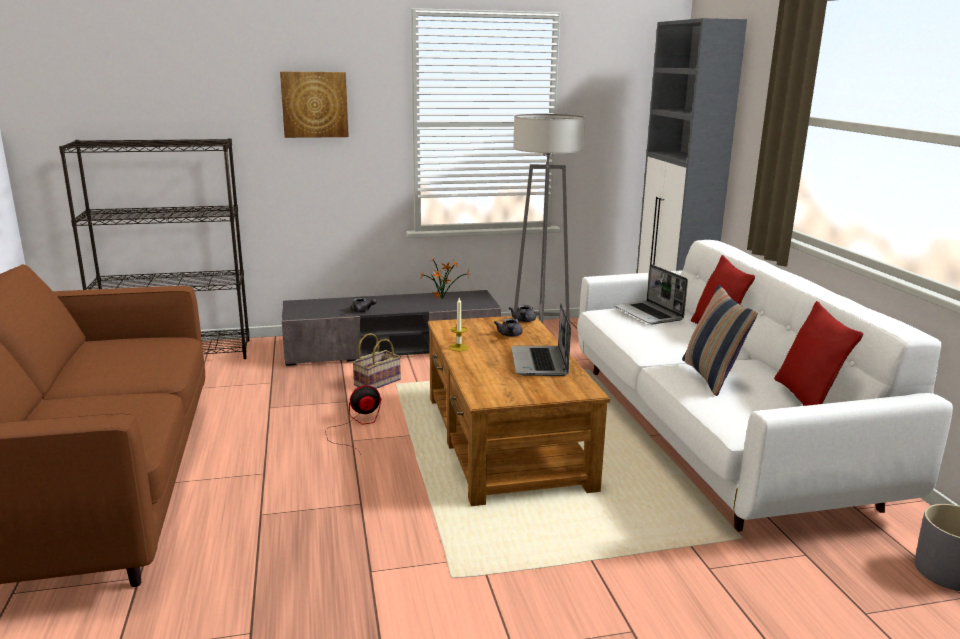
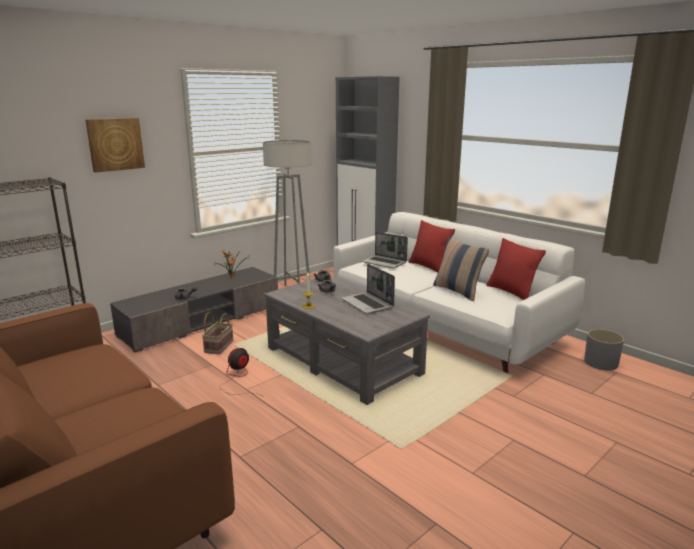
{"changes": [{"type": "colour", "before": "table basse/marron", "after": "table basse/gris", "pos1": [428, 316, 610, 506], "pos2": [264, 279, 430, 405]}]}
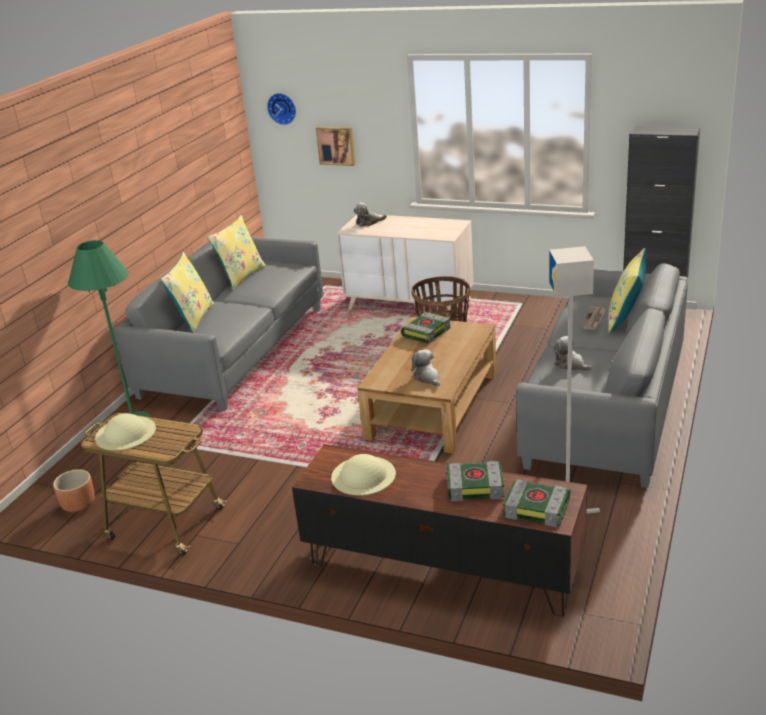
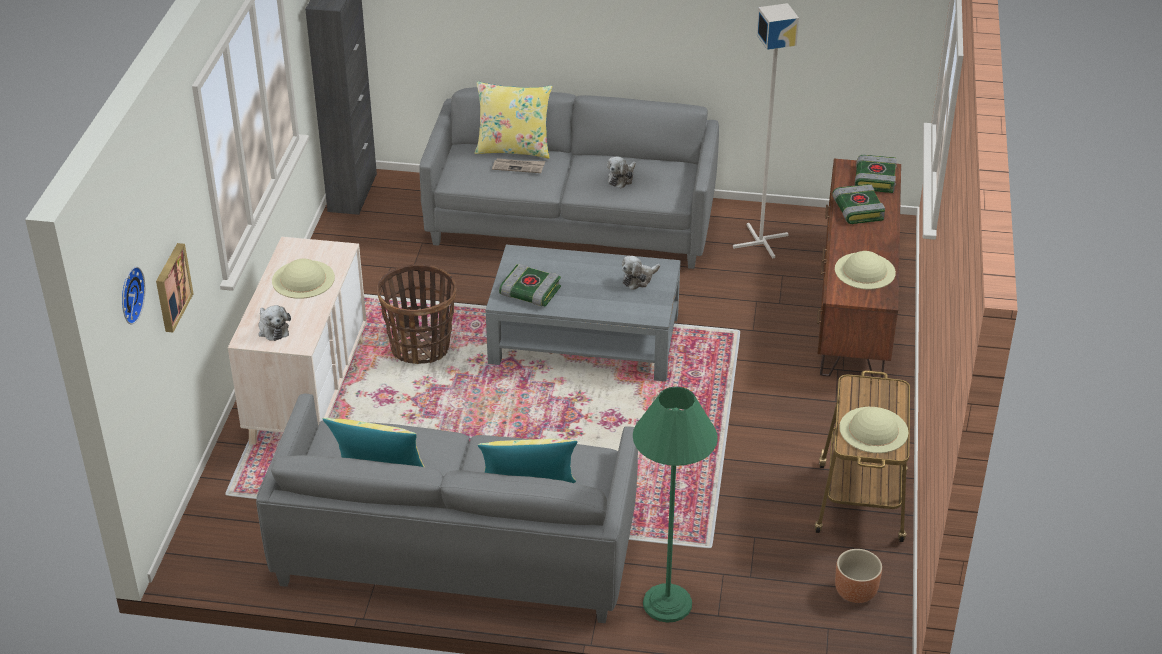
{"changes": [{"type": "appeared", "after": "chapeau/beige", "pos2": [272, 259, 335, 299]}, {"type": "colour", "before": "table basse/marron", "after": "table basse/gris", "pos1": [357, 317, 496, 454], "pos2": [486, 245, 681, 381]}]}
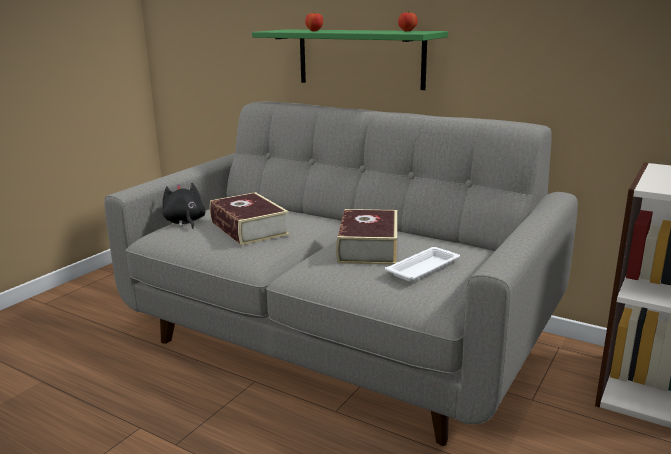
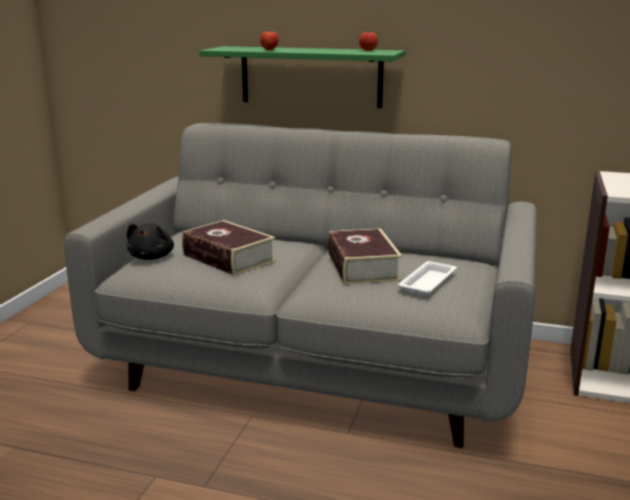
{"changes": [{"type": "spun", "before": "peluche/noir", "pos1": [162, 183, 206, 229], "pos2": [127, 223, 174, 260], "turn": -135}]}
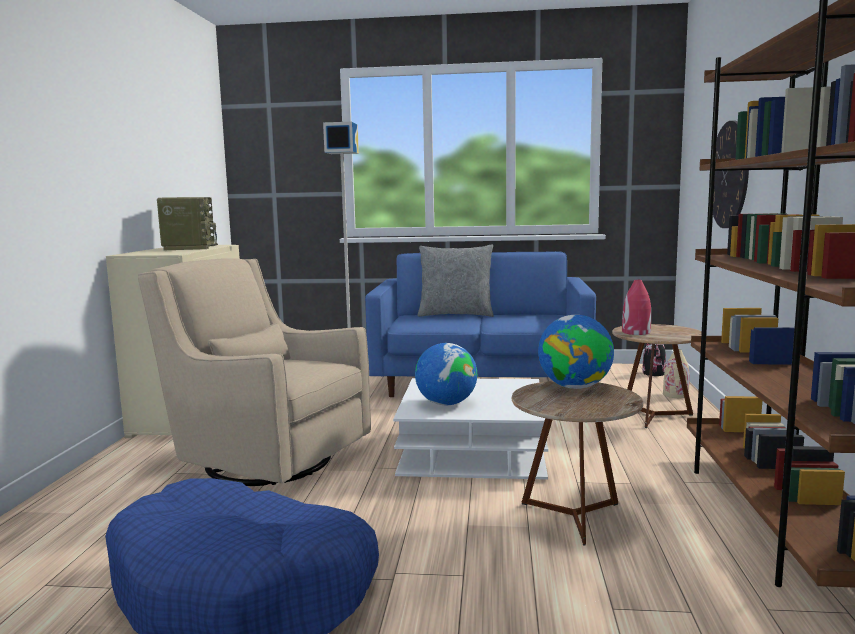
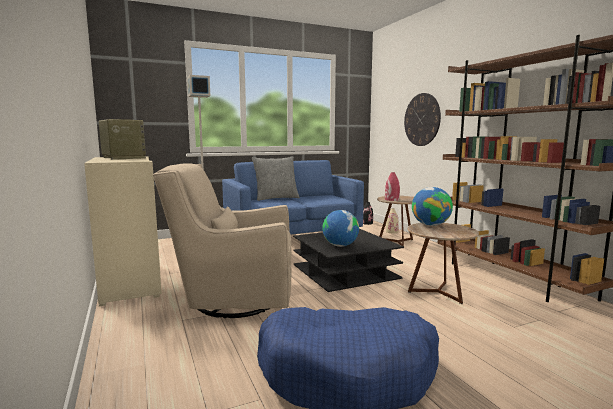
{"changes": [{"type": "colour", "before": "table basse/blanc", "after": "table basse/noir", "pos1": [393, 378, 548, 480], "pos2": [293, 229, 404, 292]}]}
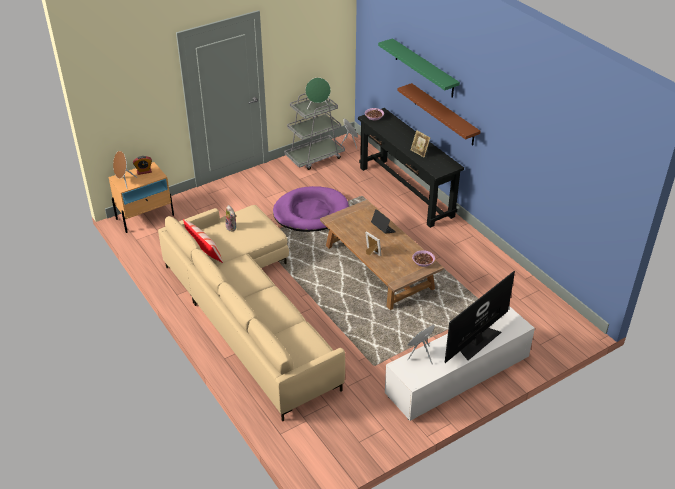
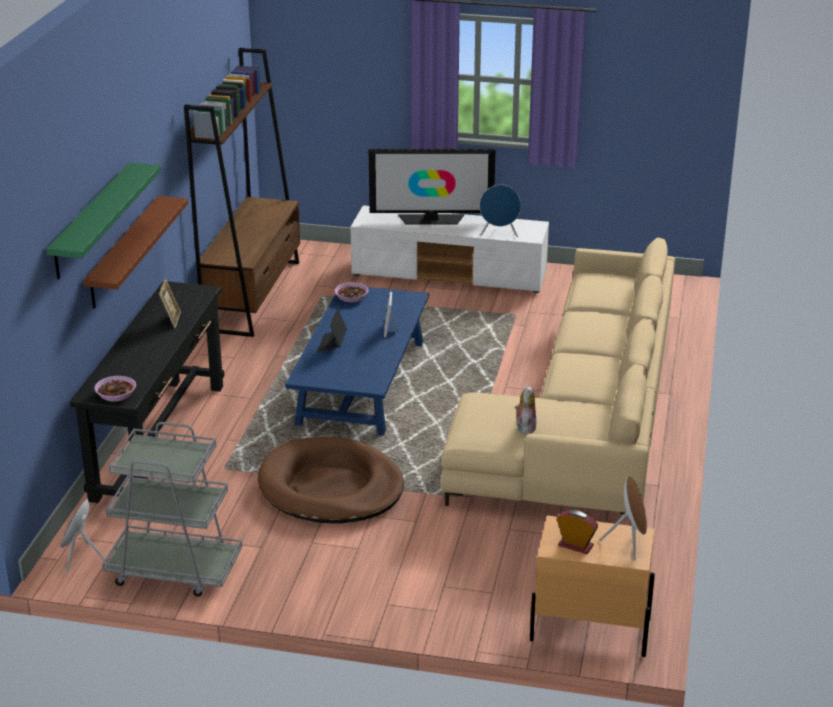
{"changes": [{"type": "appeared", "after": "bibliothèque/marron", "pos2": [184, 48, 300, 337]}, {"type": "colour", "before": "panier pour chien/violet", "after": "panier pour chien/marron", "pos1": [273, 186, 349, 232], "pos2": [258, 437, 404, 524]}, {"type": "colour", "before": "table basse/marron", "after": "table basse/bleu", "pos1": [320, 200, 444, 310], "pos2": [285, 287, 429, 436]}, {"type": "missing", "before": "coussin", "pos1": [183, 219, 223, 263]}, {"type": "missing", "before": "enceinte/vert", "pos1": [305, 78, 331, 109]}]}
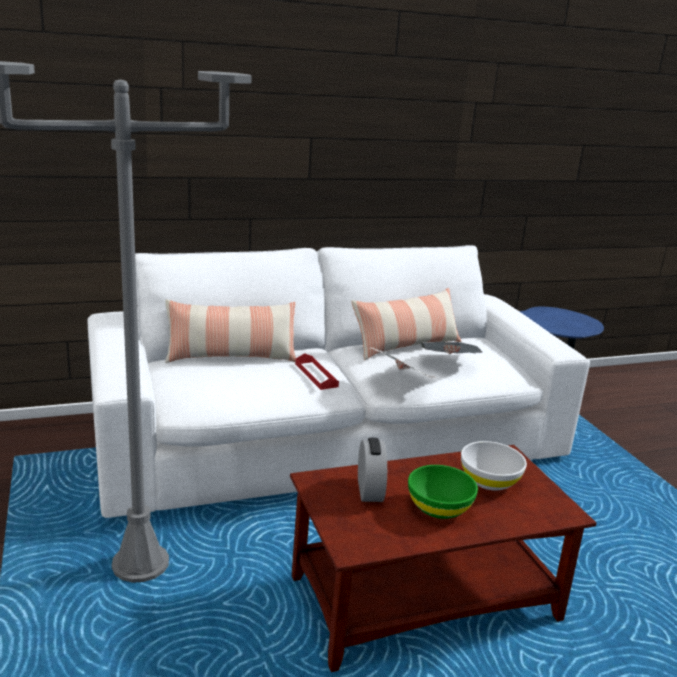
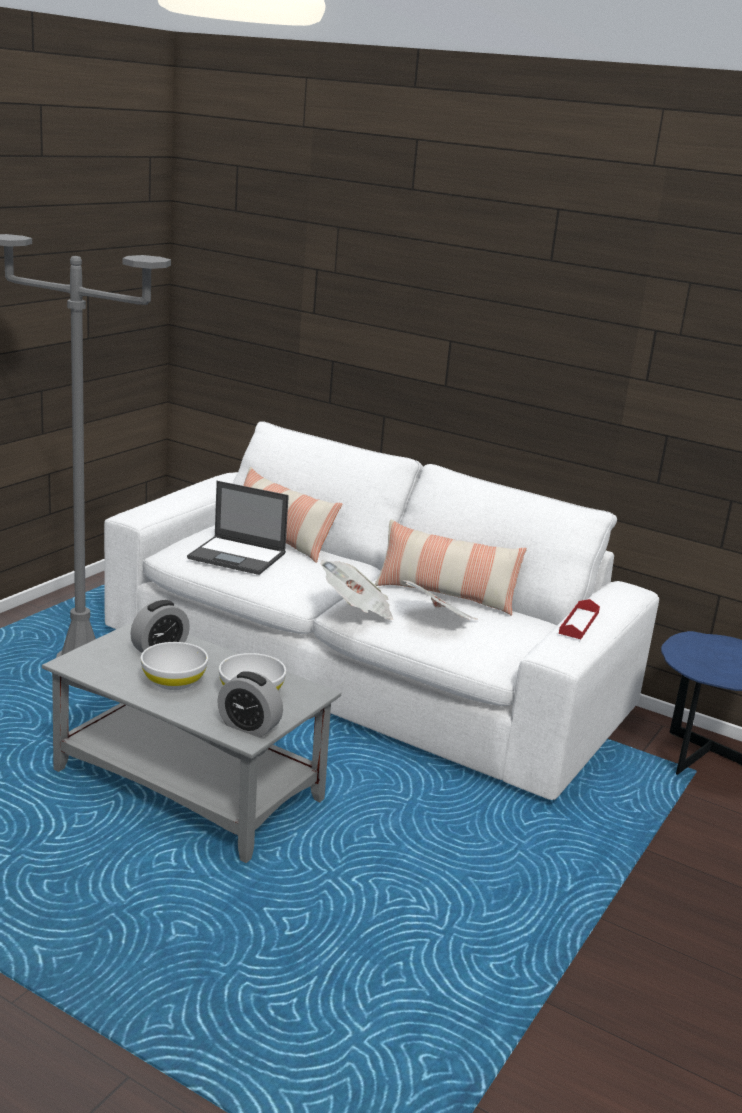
{"changes": [{"type": "colour", "before": "table basse/marron", "after": "table basse/gris", "pos1": [290, 445, 597, 672], "pos2": [42, 622, 341, 863]}, {"type": "colour", "before": "bol/vert", "after": "bol/blanc", "pos1": [408, 465, 478, 519], "pos2": [140, 642, 208, 690]}, {"type": "appeared", "after": "ordinateur portable", "pos2": [187, 481, 289, 575]}, {"type": "appeared", "after": "réveil", "pos2": [217, 671, 283, 738]}, {"type": "relocated", "before": "plateau/rouge", "pos1": [295, 353, 339, 390], "pos2": [559, 599, 600, 639]}]}
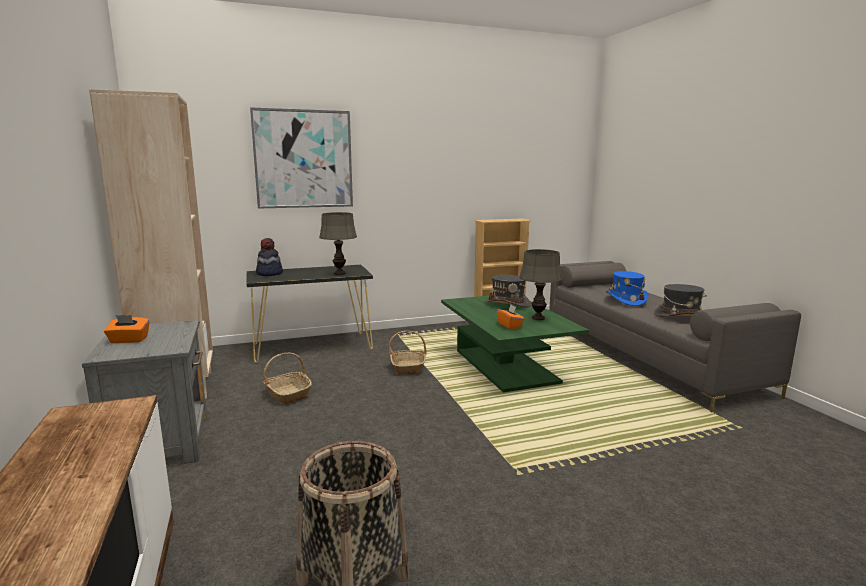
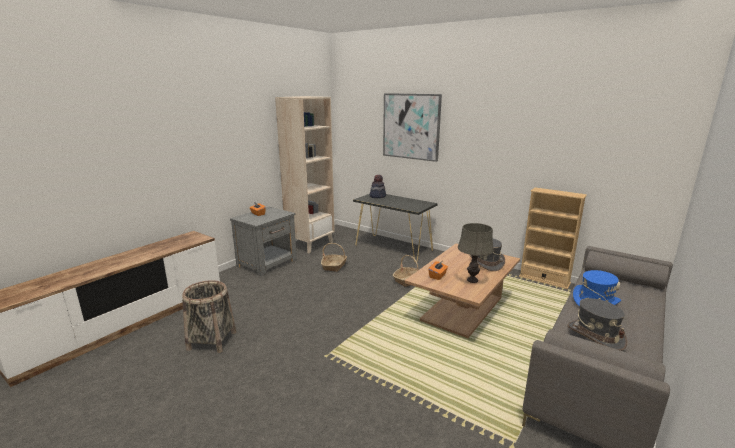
{"changes": [{"type": "colour", "before": "table basse/vert", "after": "table basse/marron", "pos1": [441, 296, 589, 392], "pos2": [405, 244, 520, 338]}, {"type": "missing", "before": "lampe de table/gris", "pos1": [319, 212, 357, 275]}]}
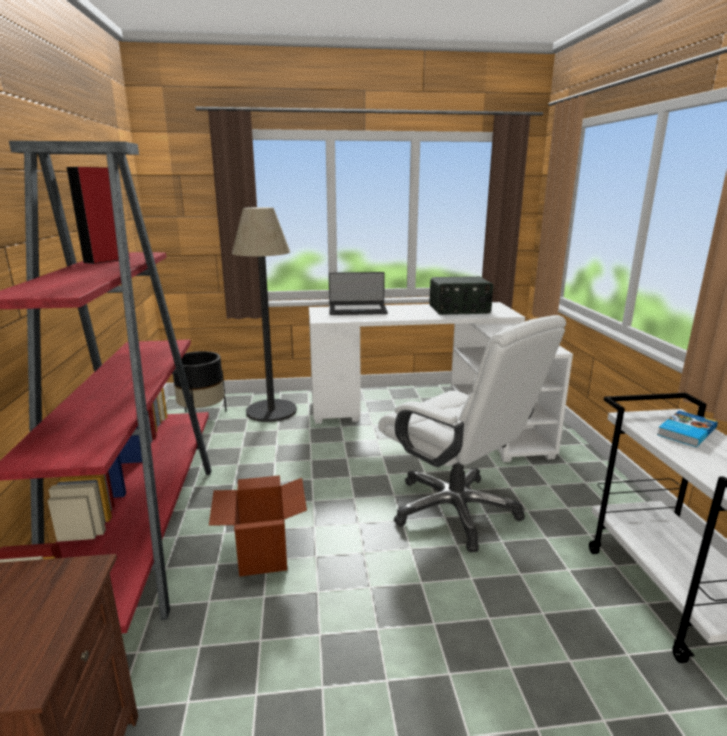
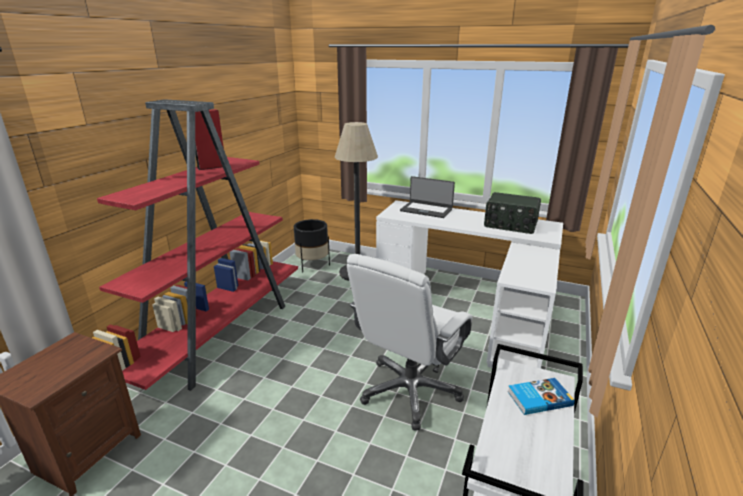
{"changes": [{"type": "spun", "before": "chaise de bureau/blanc", "pos1": [378, 315, 566, 552], "pos2": [347, 254, 473, 430], "turn": 45}, {"type": "missing", "before": "carton", "pos1": [209, 475, 307, 577]}]}
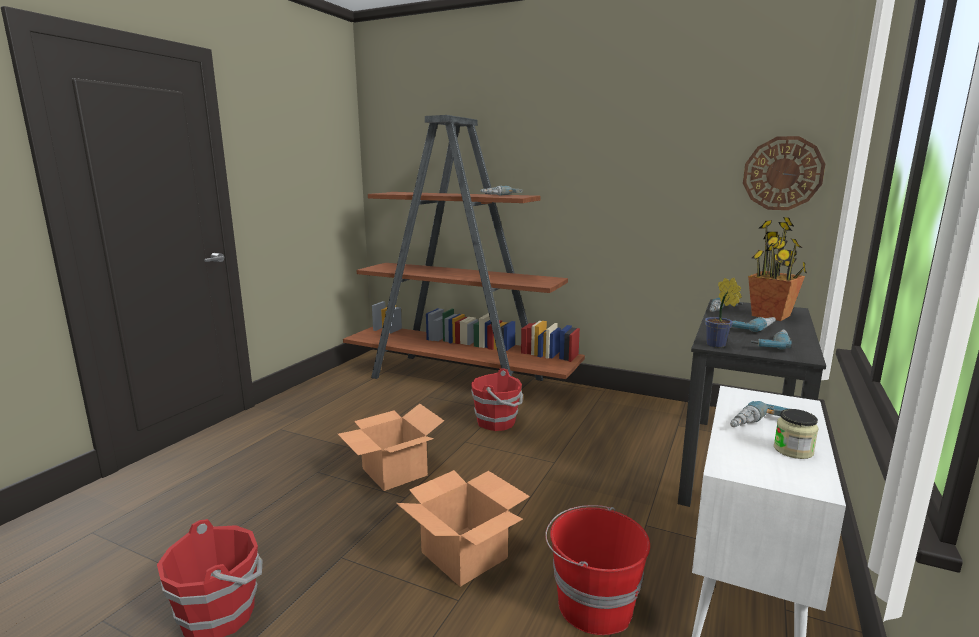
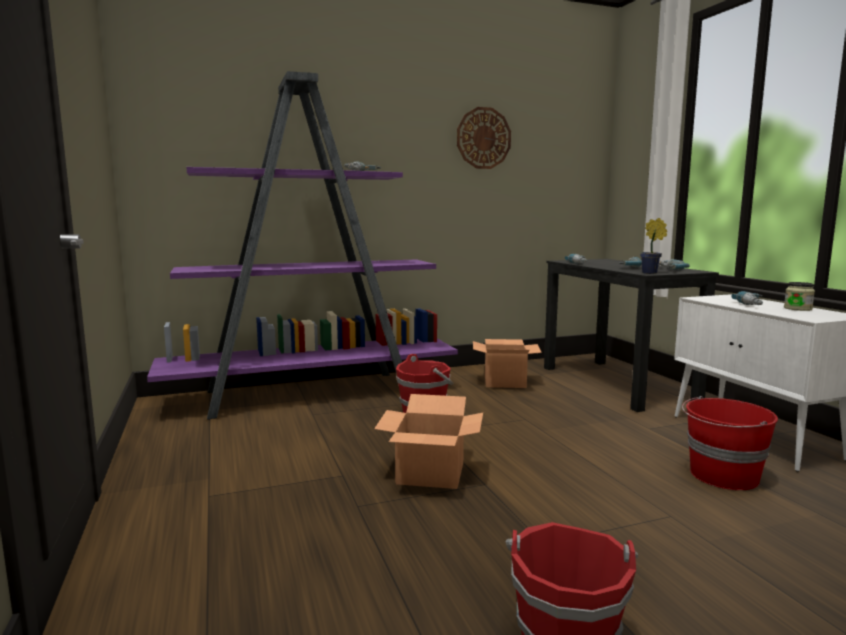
{"changes": [{"type": "colour", "before": "bibliothèque/marron", "after": "bibliothèque/violet", "pos1": [343, 115, 585, 381], "pos2": [147, 71, 458, 420]}, {"type": "relocated", "before": "horloge murale", "pos1": [743, 136, 825, 210], "pos2": [457, 107, 511, 169]}, {"type": "relocated", "before": "carton", "pos1": [396, 470, 530, 587], "pos2": [473, 339, 542, 388]}, {"type": "missing", "before": "plante en pot", "pos1": [748, 217, 807, 321]}]}
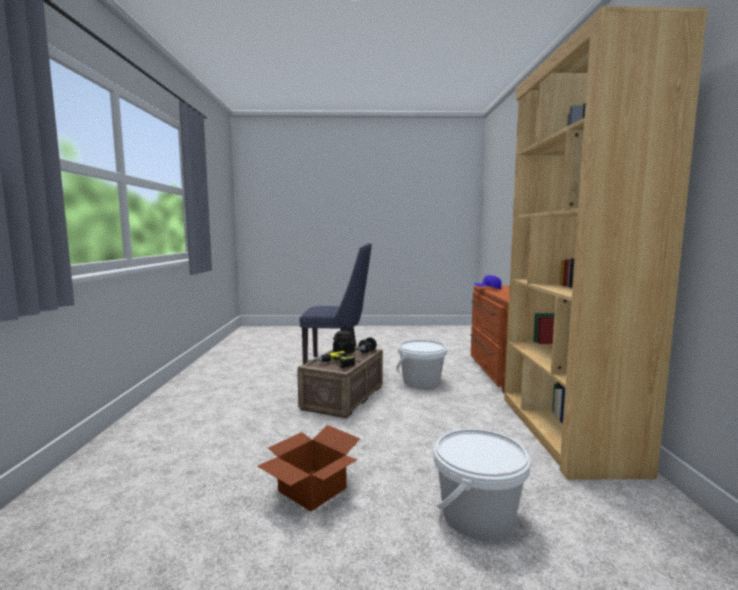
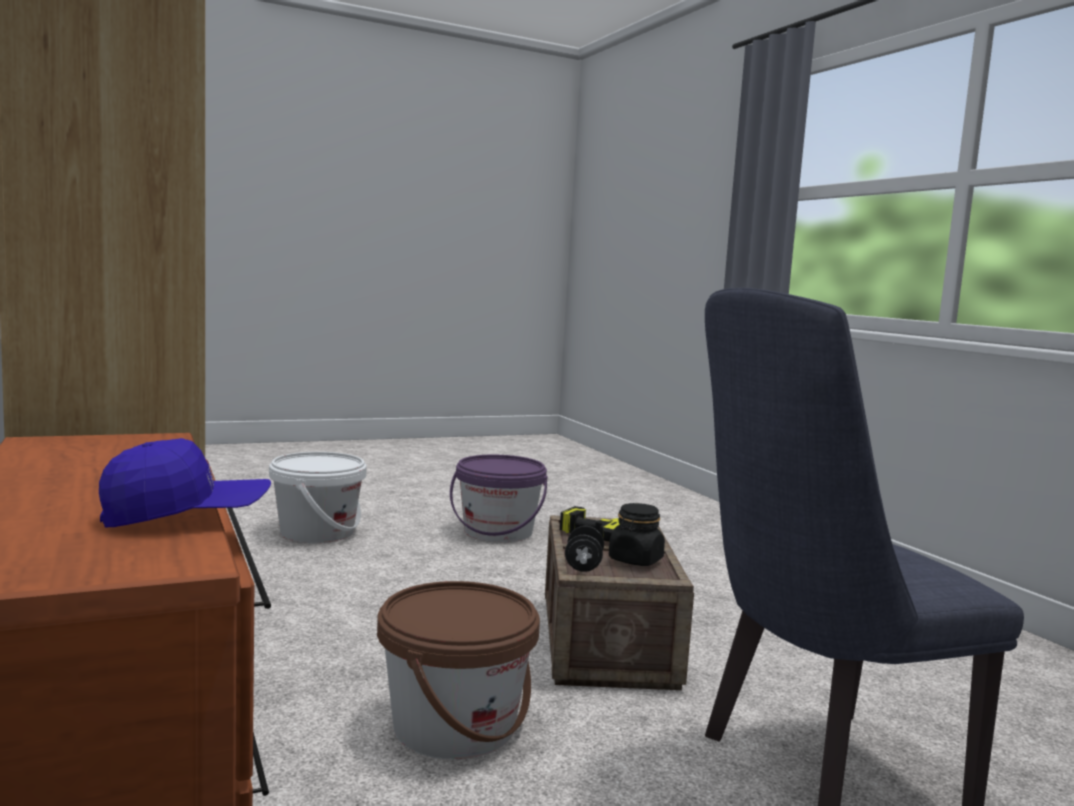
{"changes": [{"type": "colour", "before": "seau/blanc", "after": "seau/marron", "pos1": [396, 340, 447, 388], "pos2": [377, 581, 540, 760]}, {"type": "exchanged", "before": "carton", "after": "seau/violet", "pos1": [257, 425, 360, 512], "pos2": [450, 455, 547, 543]}]}
